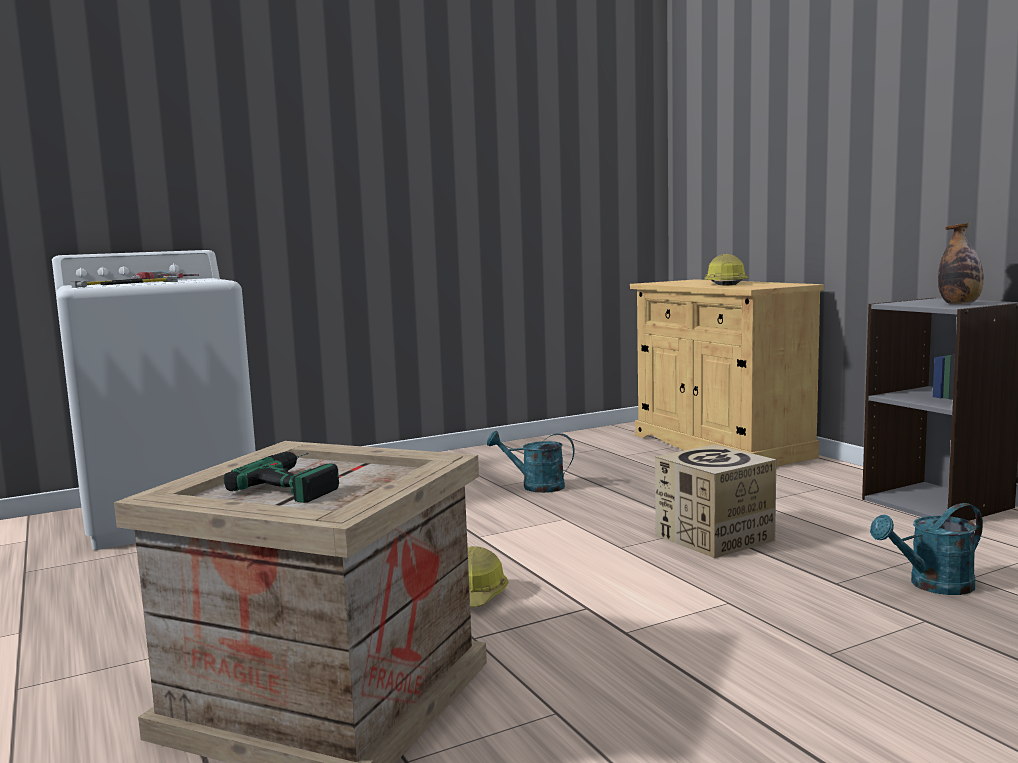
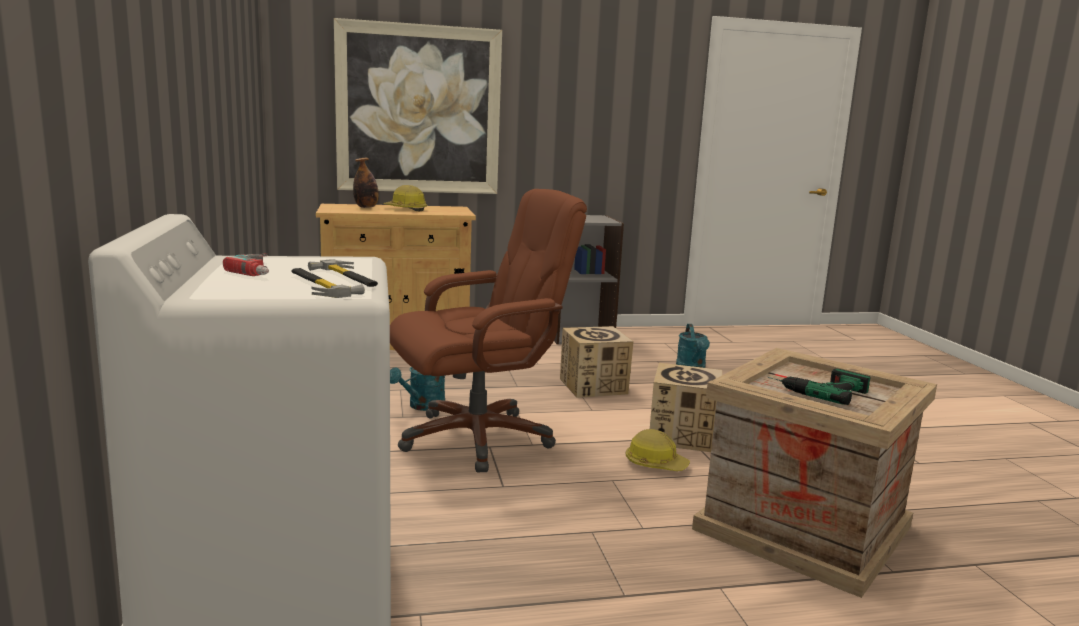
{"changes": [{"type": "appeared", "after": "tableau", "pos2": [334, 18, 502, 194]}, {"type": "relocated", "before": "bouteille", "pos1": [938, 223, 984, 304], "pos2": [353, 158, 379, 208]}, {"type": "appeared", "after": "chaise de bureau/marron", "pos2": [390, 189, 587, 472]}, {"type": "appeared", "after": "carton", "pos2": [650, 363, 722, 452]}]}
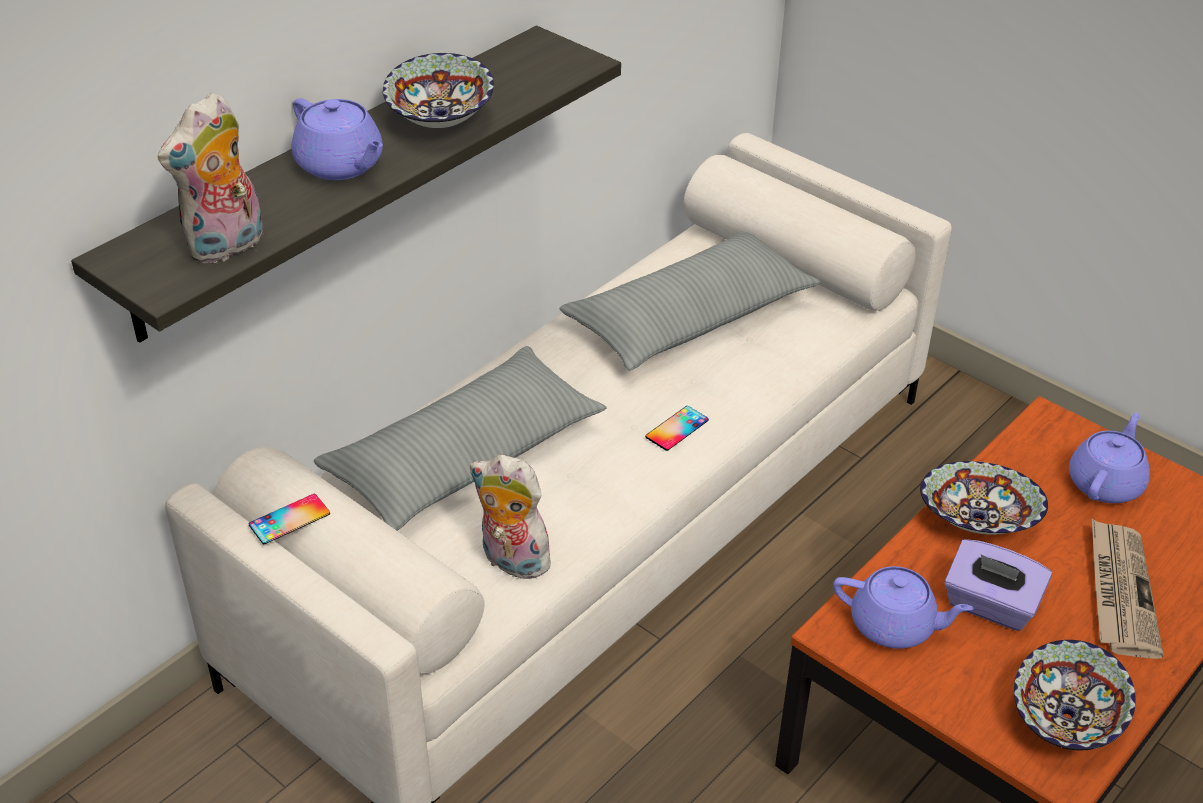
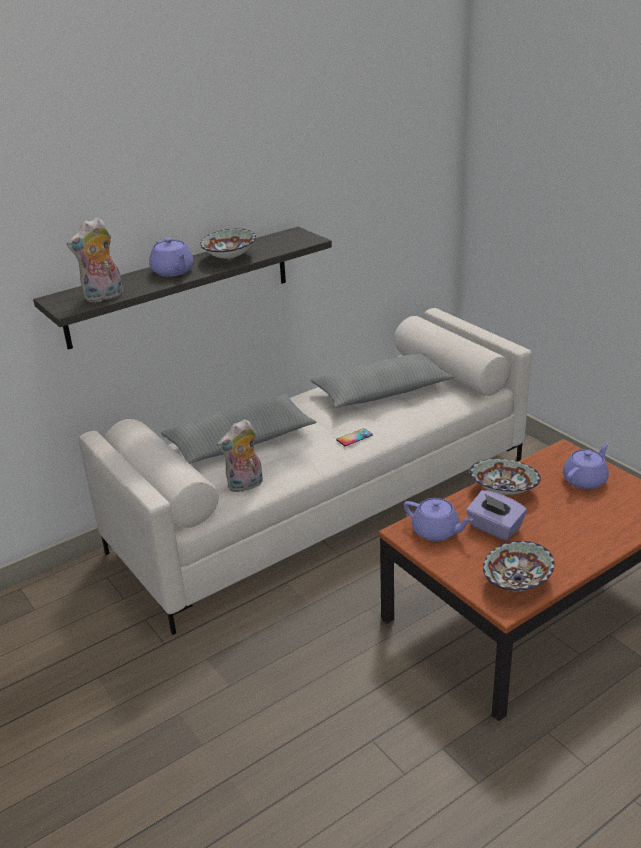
{"changes": [{"type": "spun", "before": "peluche", "pos1": [470, 455, 558, 579], "pos2": [217, 419, 263, 492], "turn": -75}, {"type": "missing", "before": "téléphone", "pos1": [248, 494, 330, 544]}, {"type": "missing", "before": "journal", "pos1": [1092, 519, 1164, 659]}]}
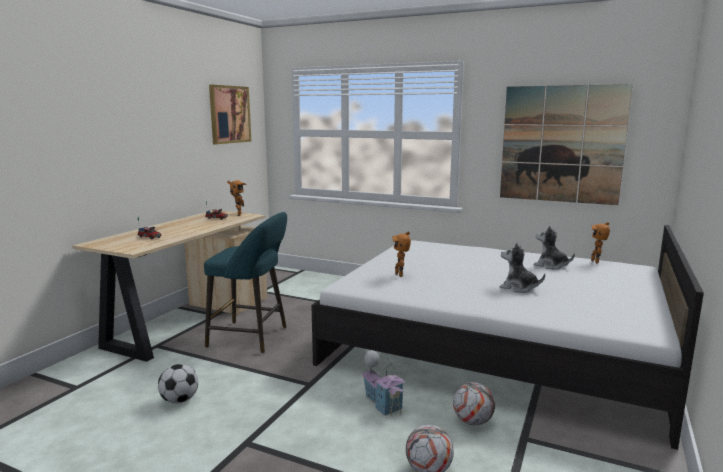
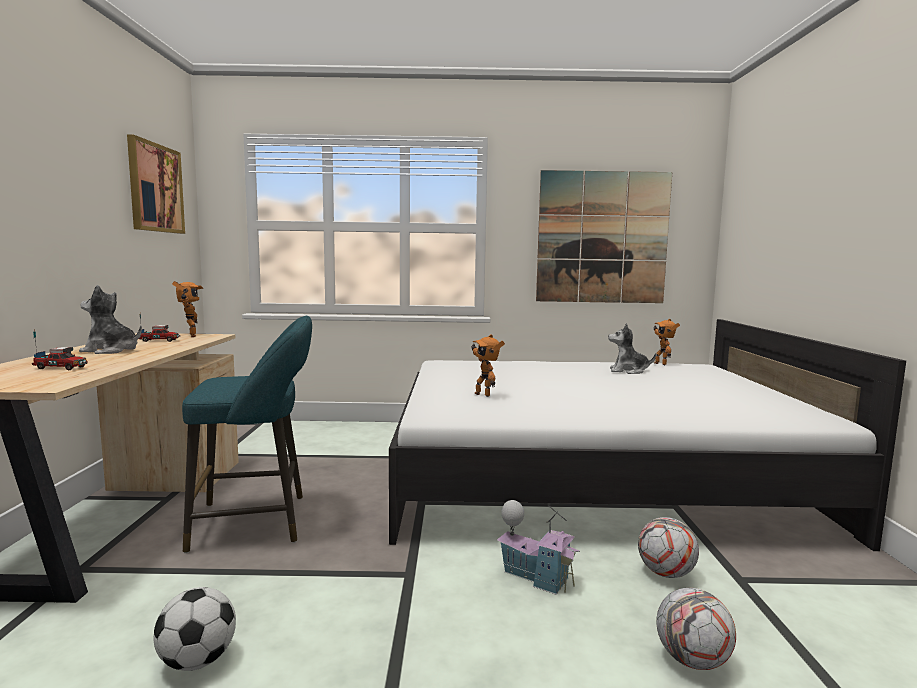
{"changes": [{"type": "relocated", "before": "peluche", "pos1": [500, 243, 545, 293], "pos2": [79, 285, 142, 354]}]}
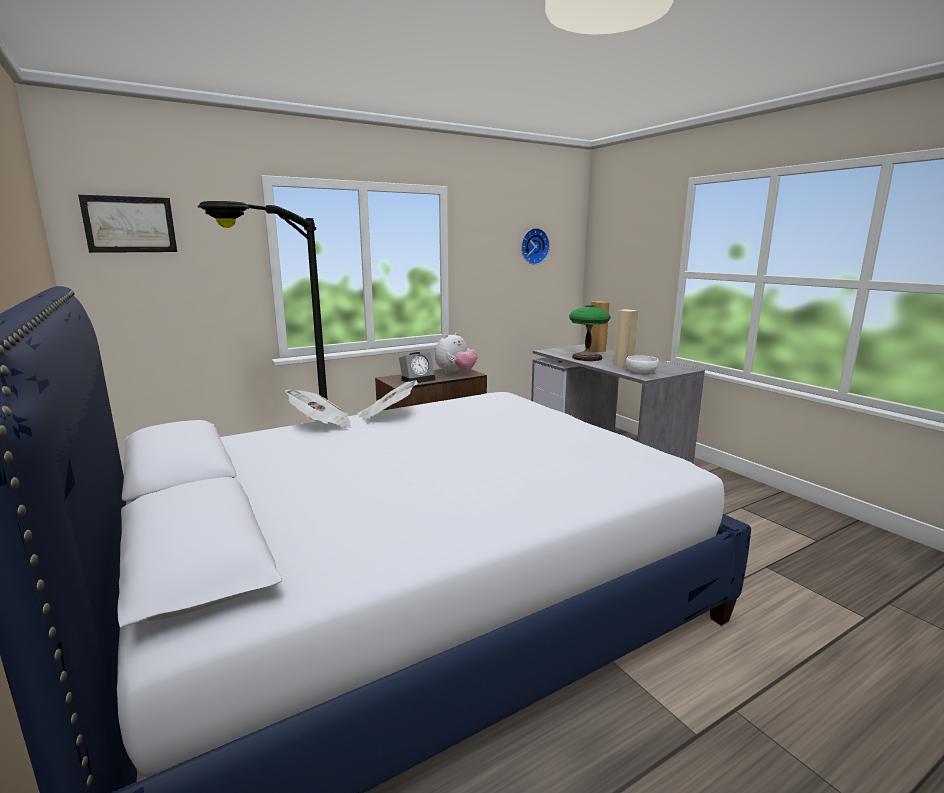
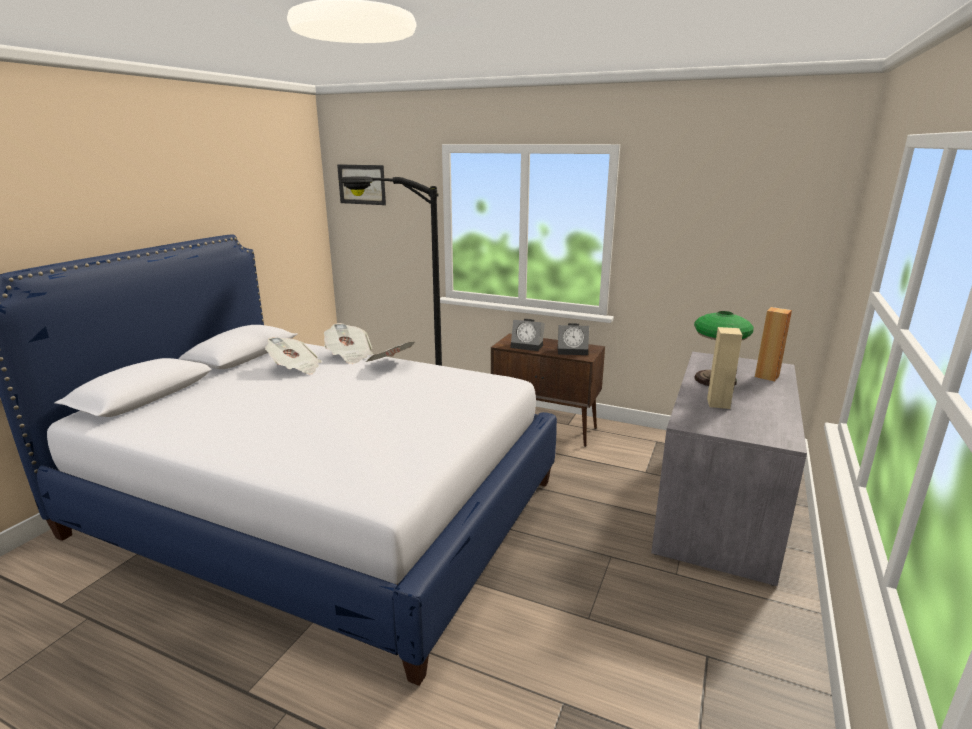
{"changes": [{"type": "appeared", "after": "journal", "pos2": [265, 337, 321, 374]}, {"type": "exchanged", "before": "peluche", "after": "réveil", "pos1": [435, 332, 478, 374], "pos2": [558, 323, 589, 355]}, {"type": "missing", "before": "horloge murale", "pos1": [521, 228, 550, 265]}, {"type": "missing", "before": "bol/blanc", "pos1": [626, 355, 659, 374]}]}
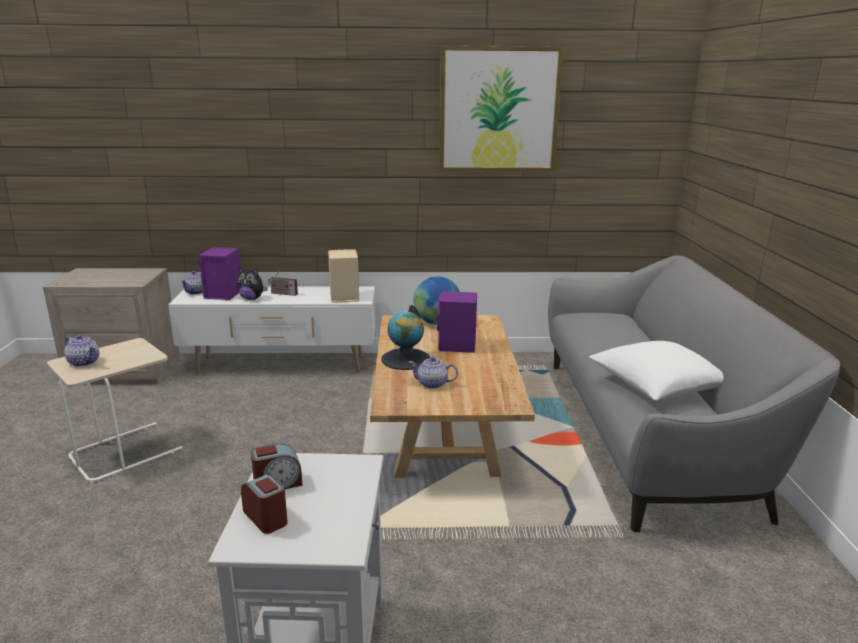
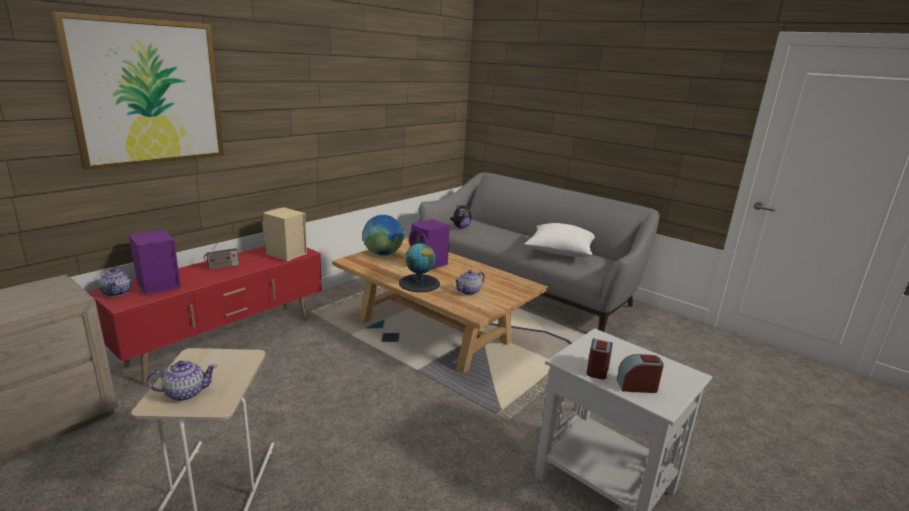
{"changes": [{"type": "relocated", "before": "tableau", "pos1": [439, 46, 564, 171], "pos2": [51, 11, 224, 170]}, {"type": "colour", "before": "meuble télé/blanc", "after": "meuble télé/rouge", "pos1": [168, 287, 376, 373], "pos2": [87, 246, 322, 384]}, {"type": "relocated", "before": "peluche", "pos1": [237, 267, 268, 300], "pos2": [450, 204, 471, 228]}]}
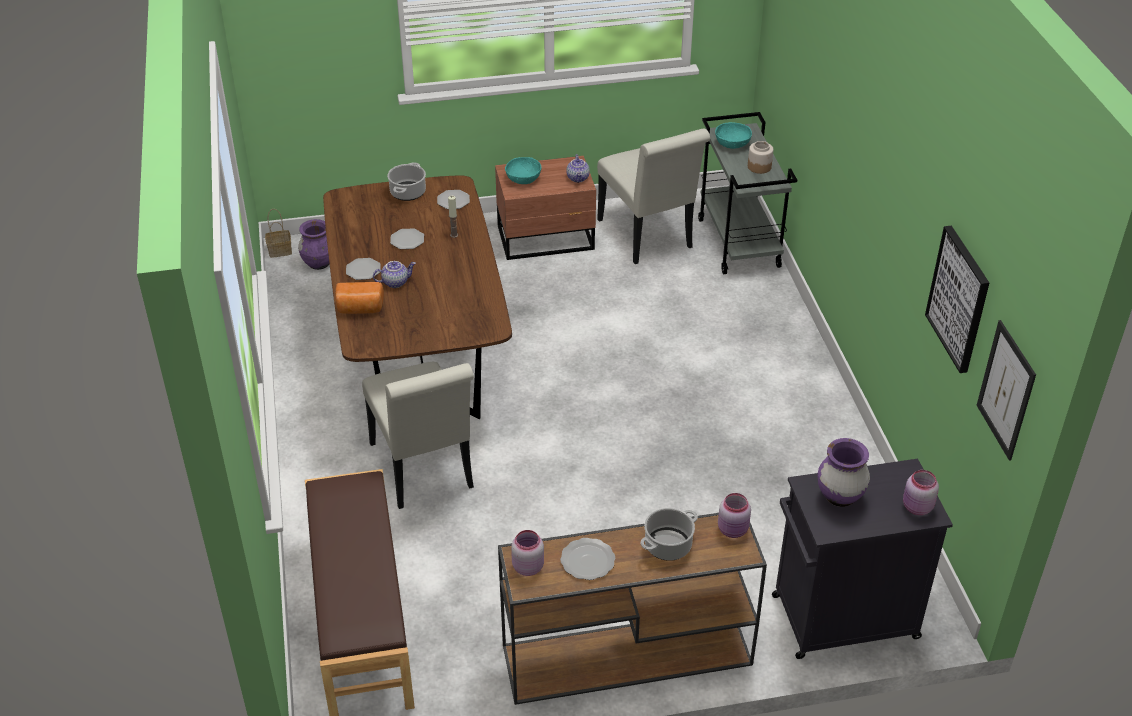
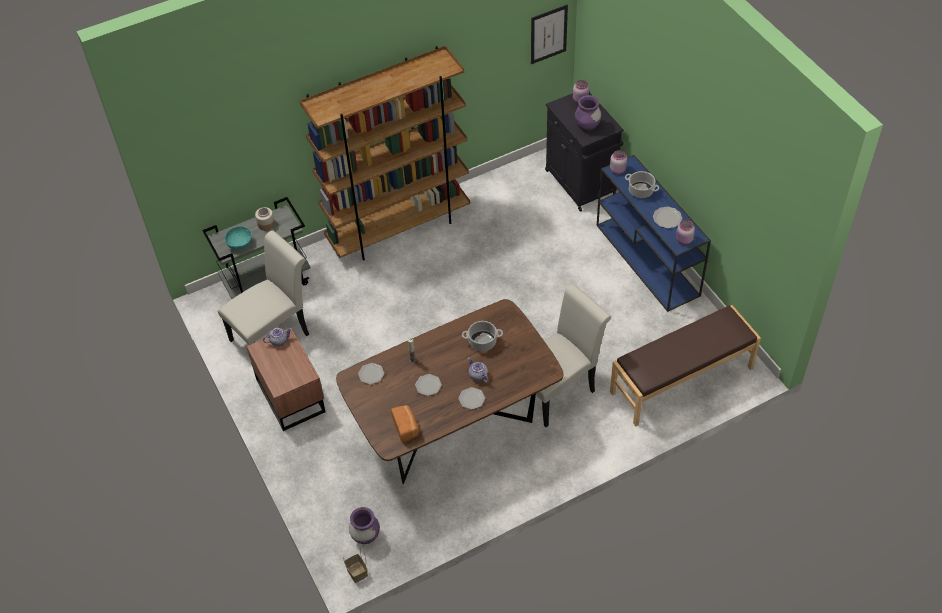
{"changes": [{"type": "appeared", "after": "bibliothèque/marron", "pos2": [299, 46, 470, 260]}, {"type": "relocated", "before": "pain", "pos1": [335, 282, 384, 314], "pos2": [391, 405, 419, 442]}, {"type": "relocated", "before": "marmite", "pos1": [387, 162, 426, 201], "pos2": [462, 321, 503, 352]}, {"type": "colour", "before": "table console/marron", "after": "table console/bleu", "pos1": [498, 513, 767, 705], "pos2": [597, 155, 711, 312]}, {"type": "missing", "before": "bol/turquoise", "pos1": [505, 157, 541, 184]}, {"type": "missing", "before": "tableau", "pos1": [925, 226, 989, 373]}]}
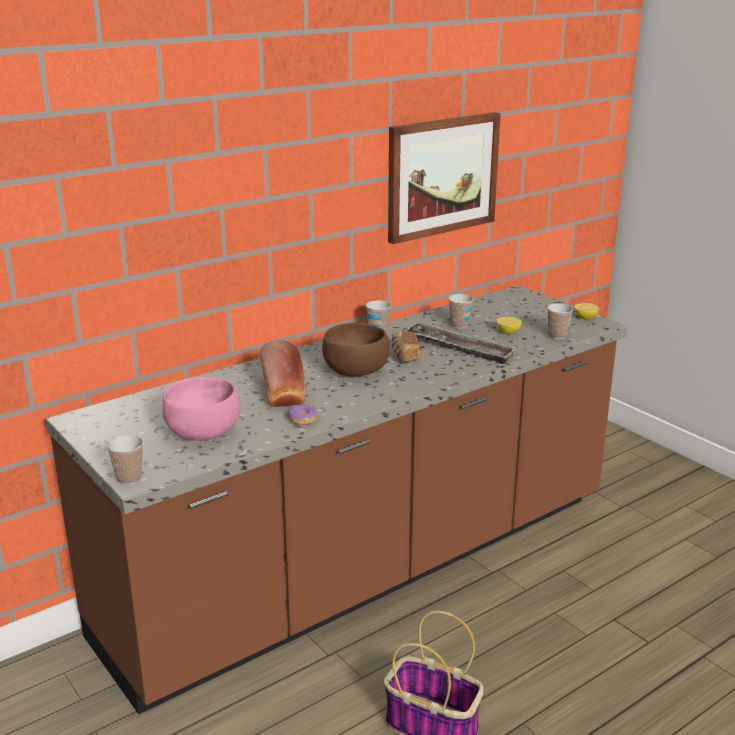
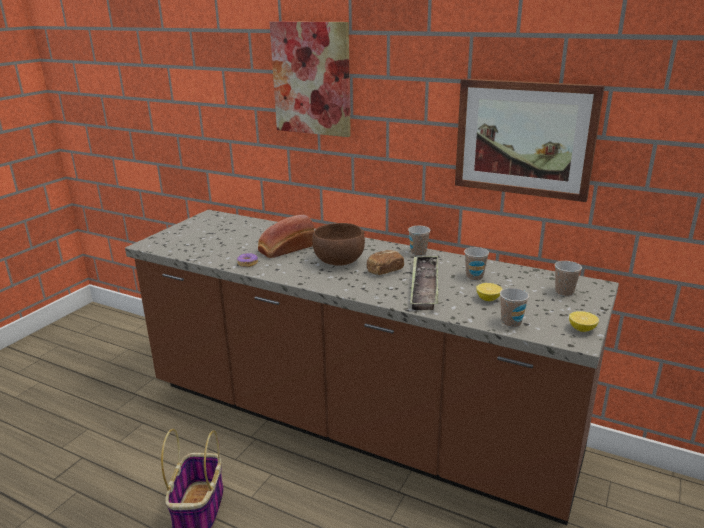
{"changes": [{"type": "appeared", "after": "tableau", "pos2": [270, 21, 351, 137]}, {"type": "relocated", "before": "tasse", "pos1": [107, 434, 144, 485], "pos2": [555, 261, 582, 297]}, {"type": "missing", "before": "bol/rose", "pos1": [162, 377, 240, 441]}]}
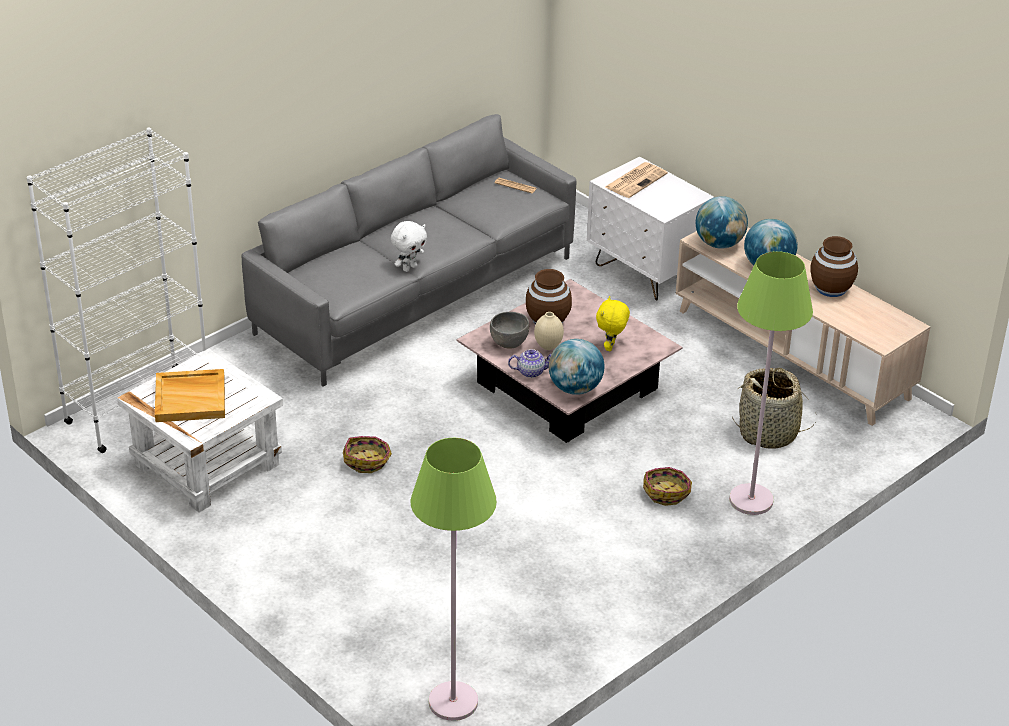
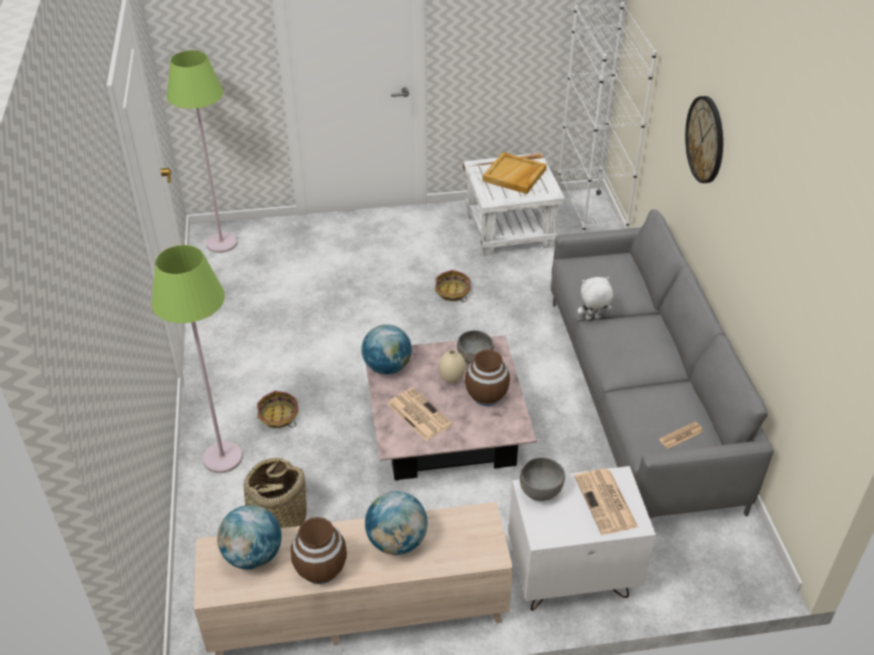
{"changes": [{"type": "relocated", "before": "globe", "pos1": [696, 196, 748, 249], "pos2": [217, 505, 282, 570]}, {"type": "exchanged", "before": "peluche/jaune", "after": "journal", "pos1": [596, 296, 630, 351], "pos2": [388, 387, 453, 441]}, {"type": "appeared", "after": "bol/gris", "pos2": [520, 457, 565, 501]}, {"type": "spun", "before": "peluche/blanc", "pos1": [391, 221, 427, 272], "pos2": [578, 277, 613, 320], "turn": 90}, {"type": "appeared", "after": "horloge murale", "pos2": [685, 96, 723, 183]}, {"type": "missing", "before": "théière", "pos1": [508, 349, 552, 378]}]}
